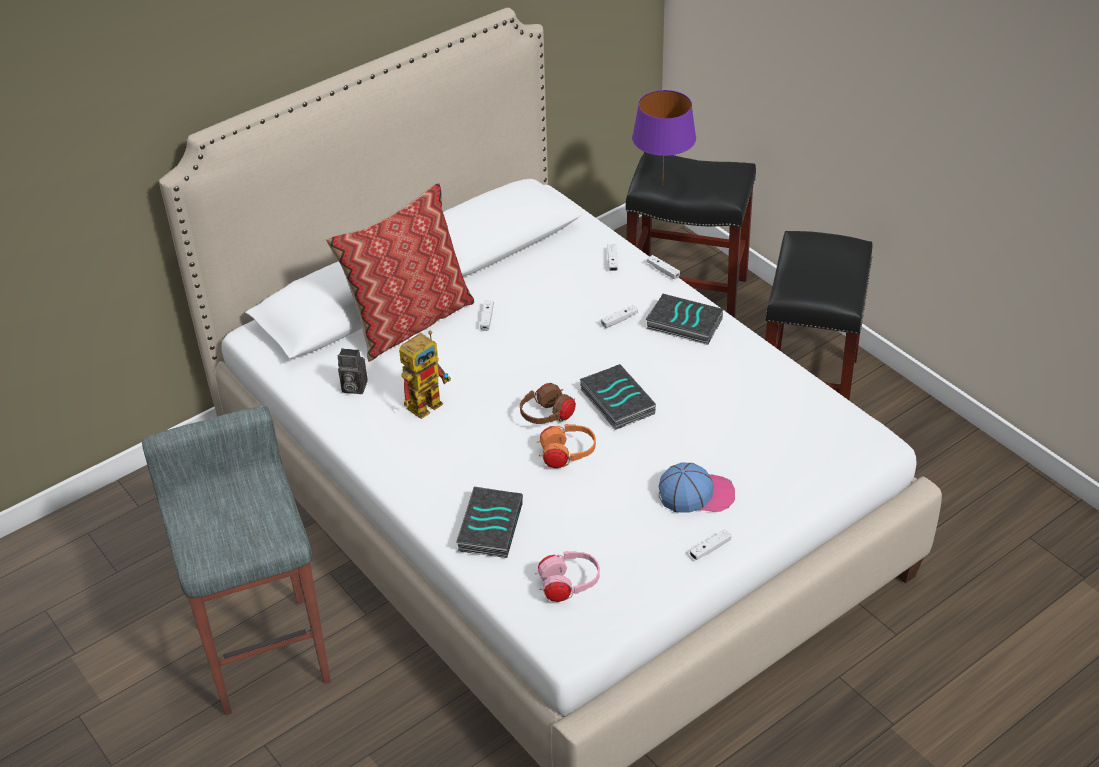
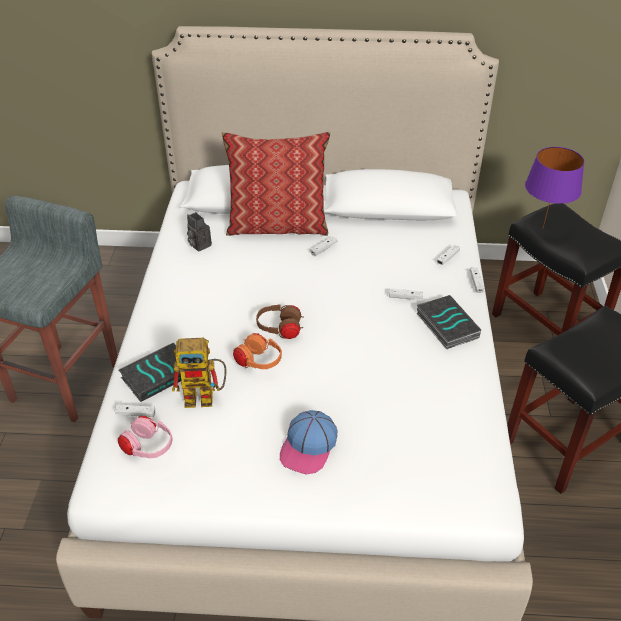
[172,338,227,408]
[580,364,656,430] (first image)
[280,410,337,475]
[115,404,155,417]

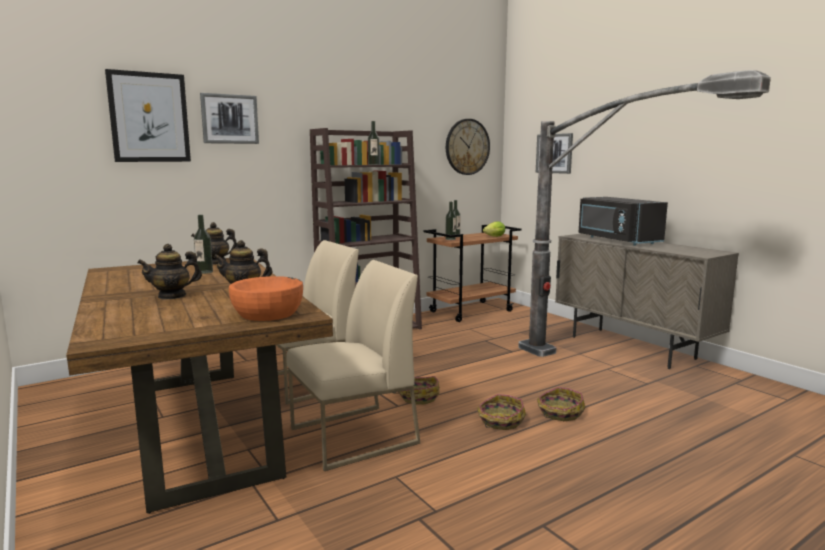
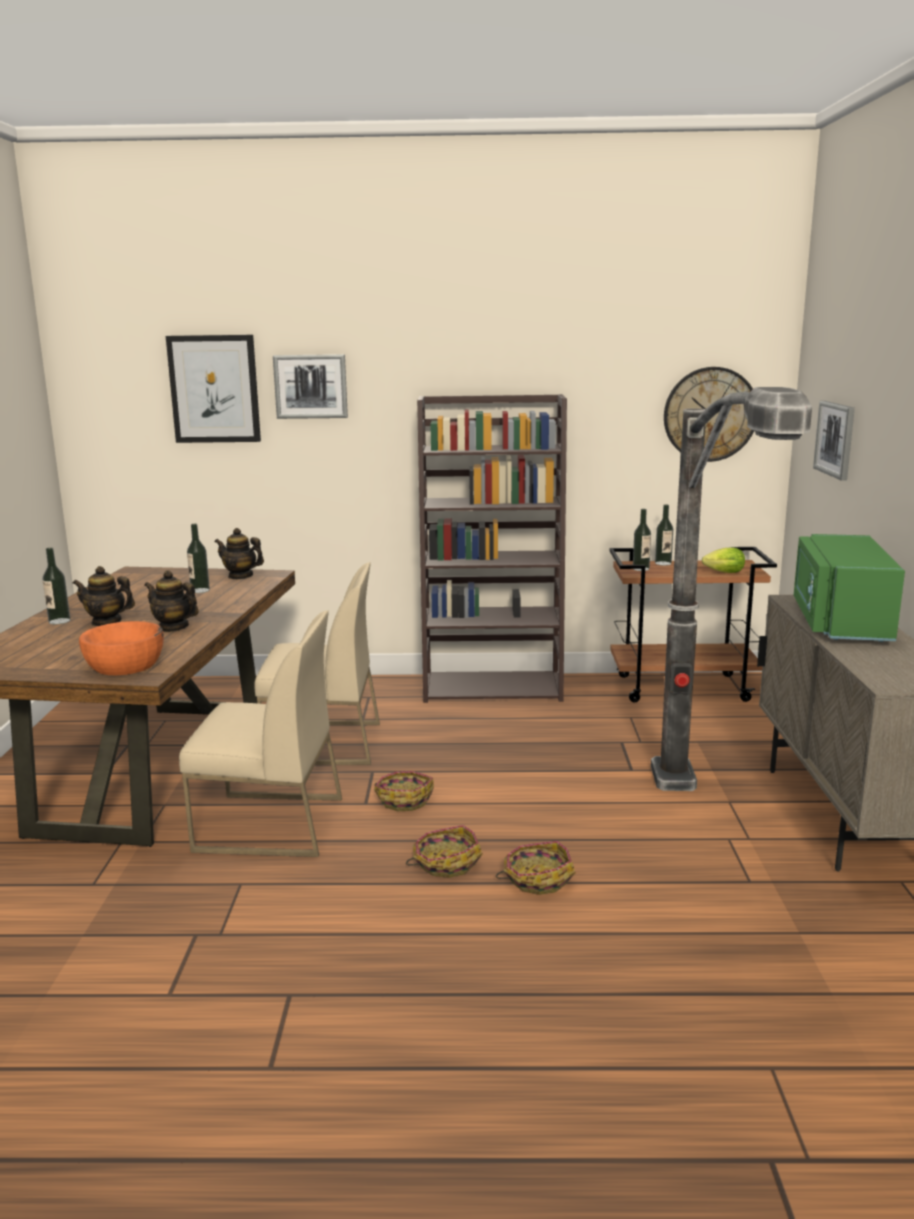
[43,548,71,624]
[794,534,905,642]

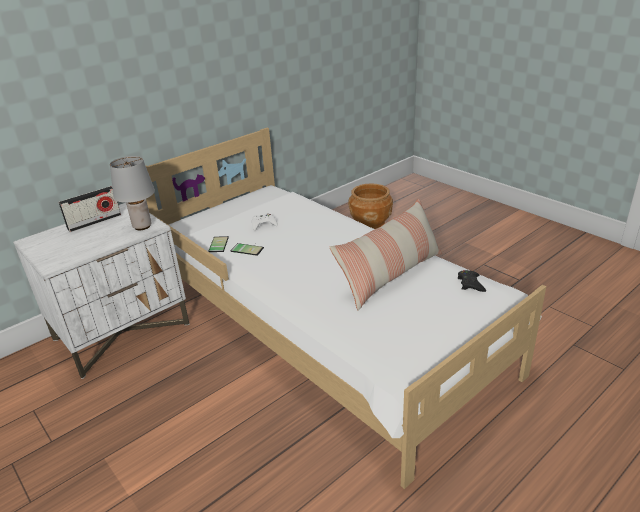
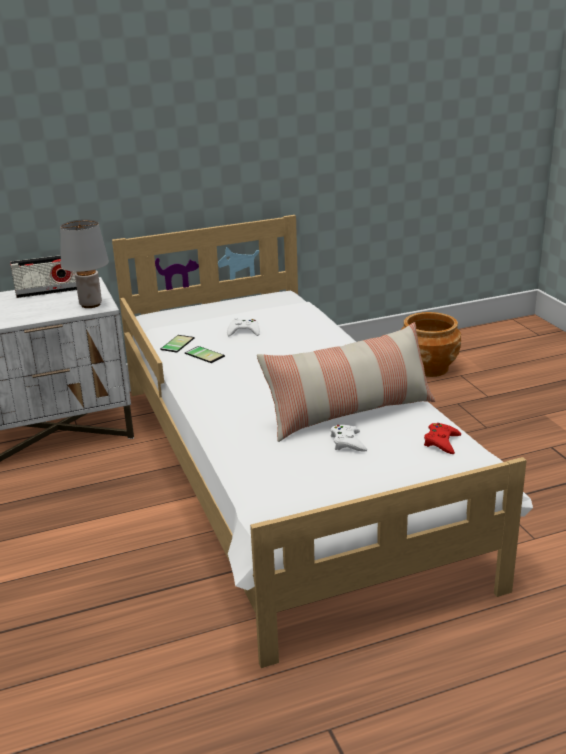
[424,423,461,454]
[330,425,367,452]

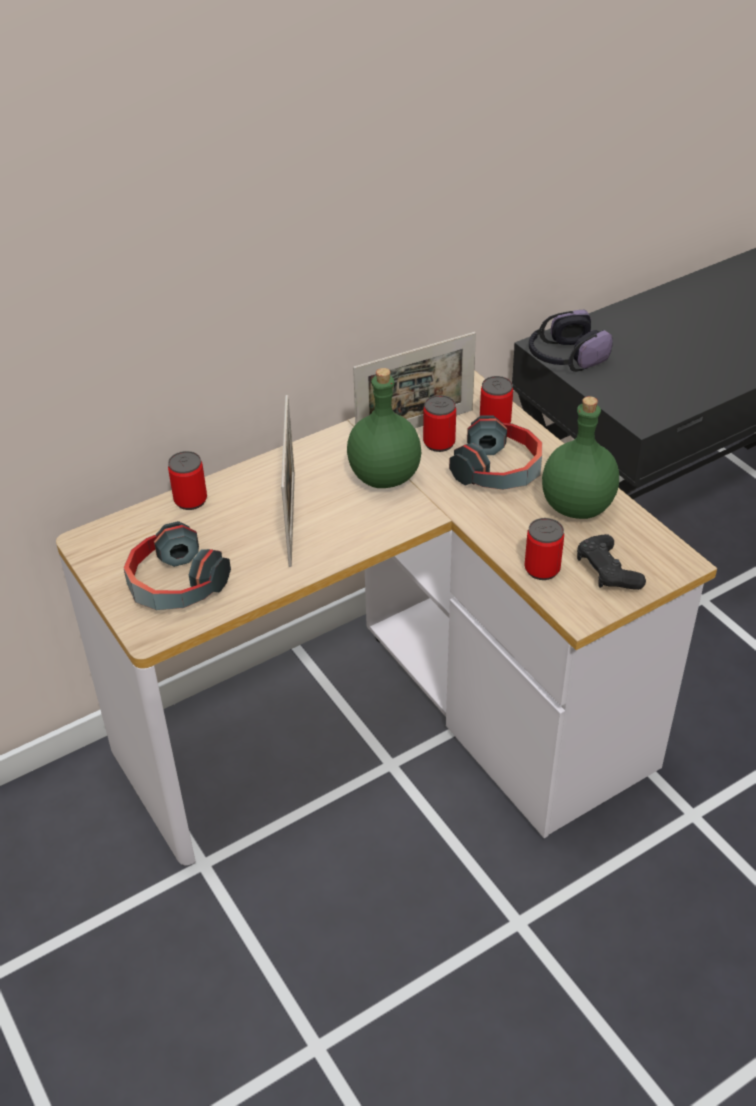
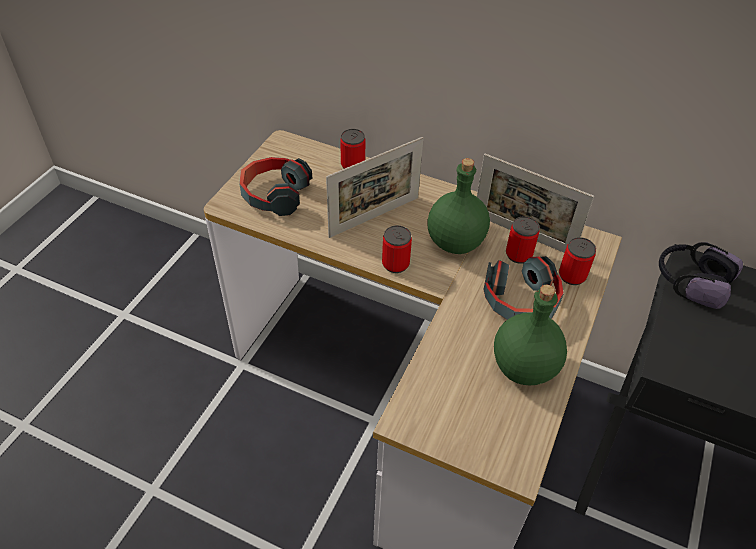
[382,225,412,273]
[577,534,646,590] (first image)

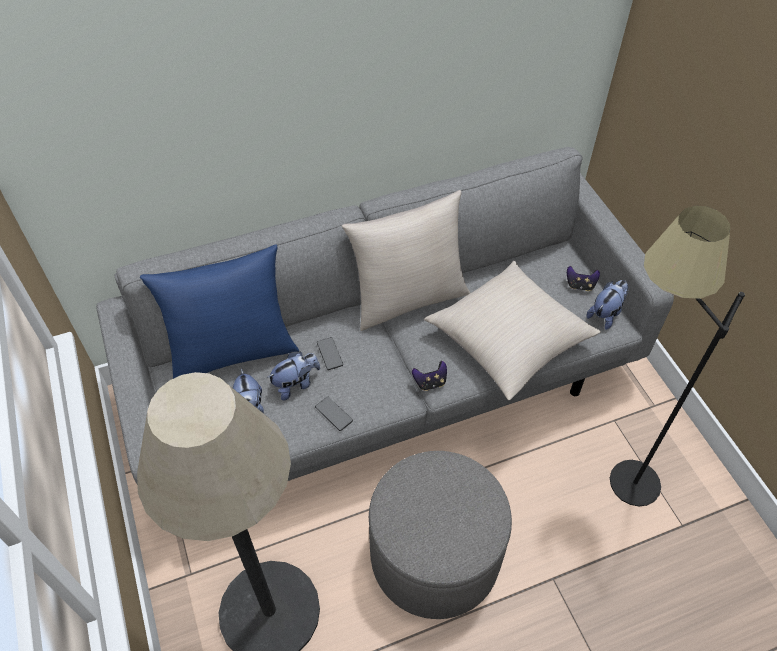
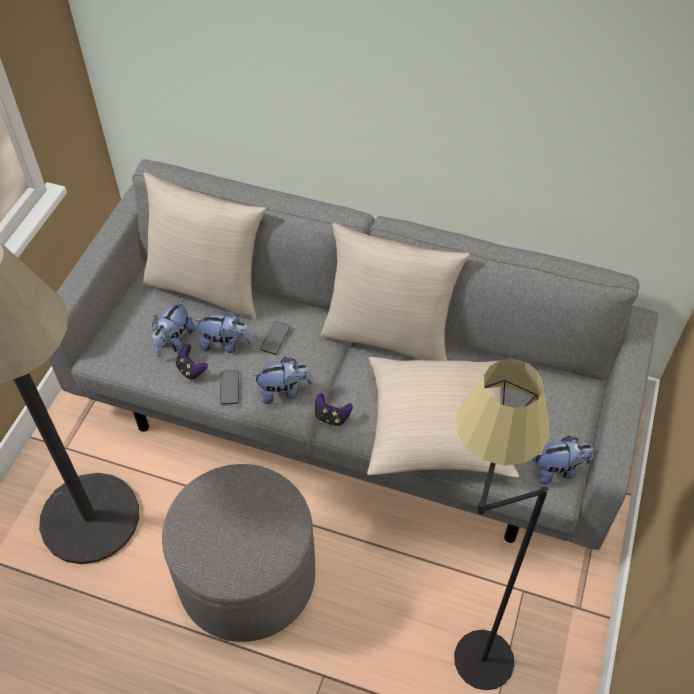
[143,172,266,320]
[176,344,208,380]
[252,357,313,404]

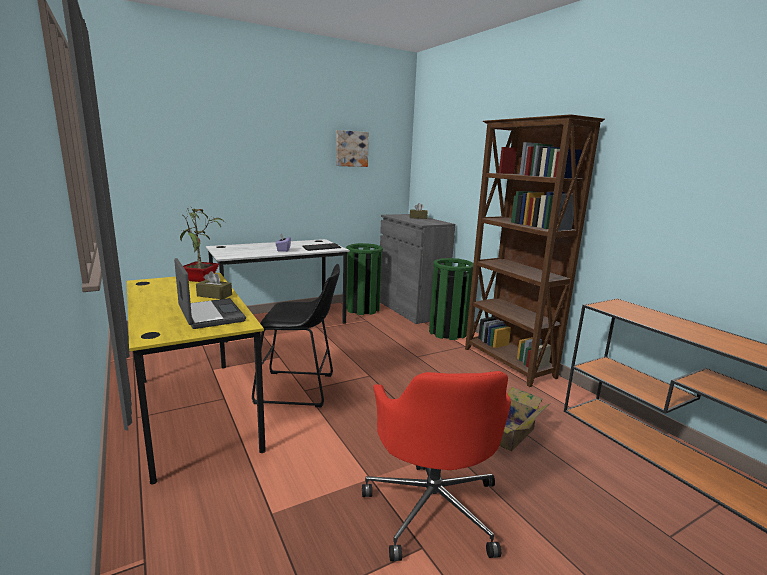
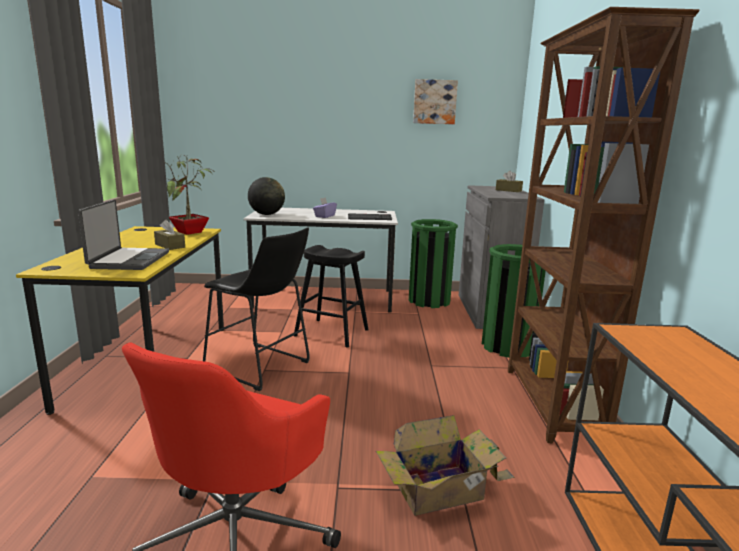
[248,177,285,215]
[294,245,369,348]

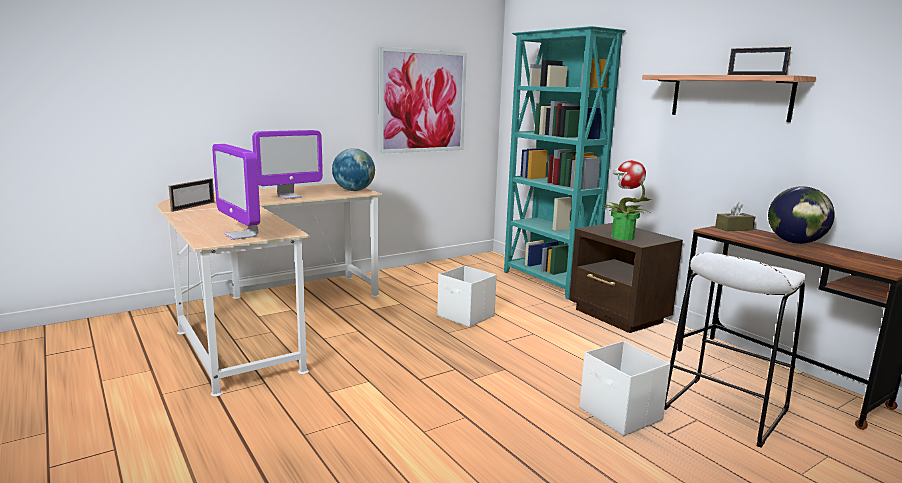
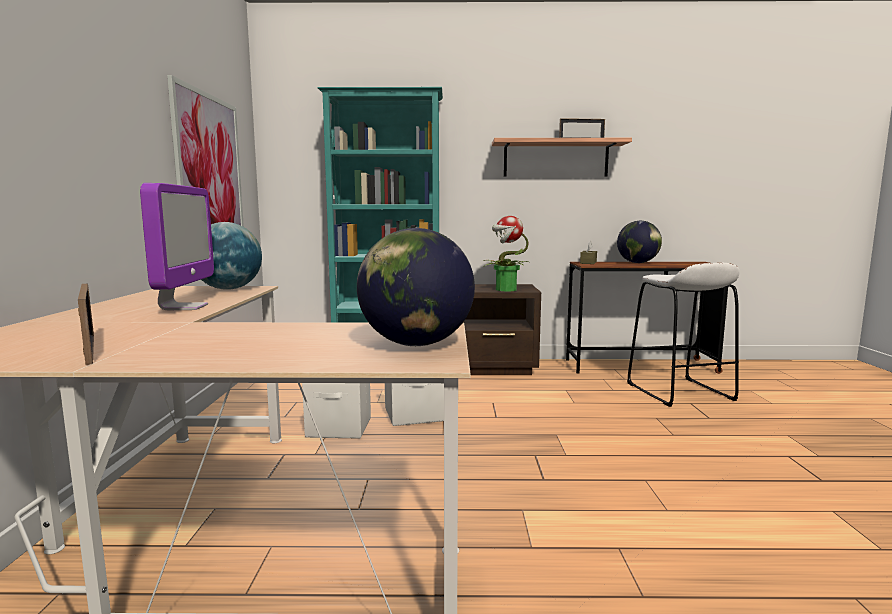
[357,228,475,346]
[302,383,371,439]

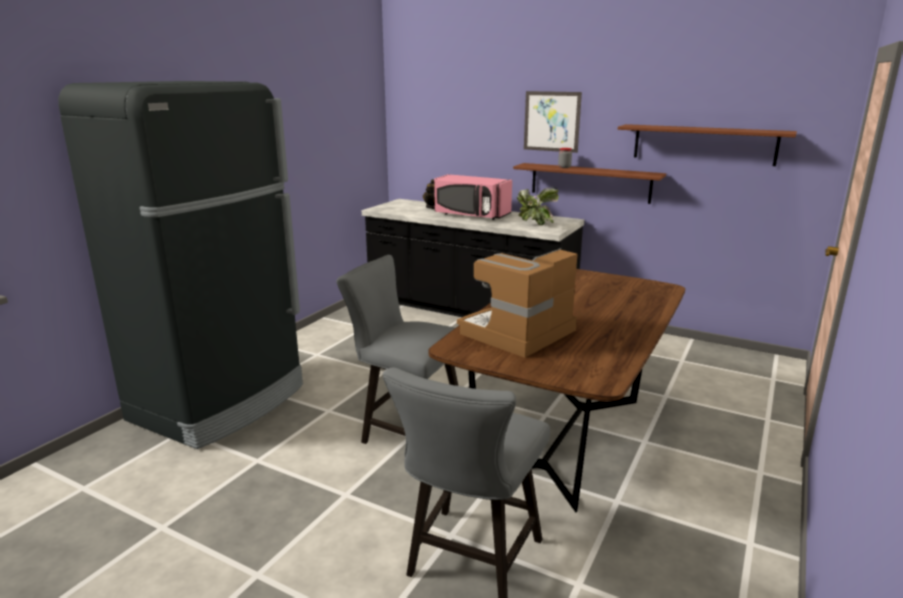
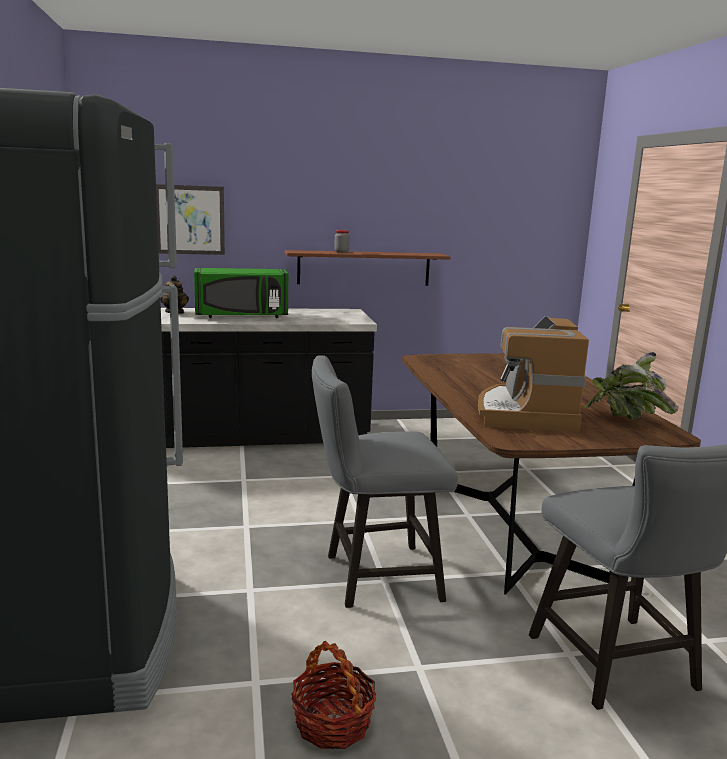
[194,268,288,318]
[582,352,679,420]
[156,184,225,255]
[618,124,797,166] (first image)
[291,641,376,749]

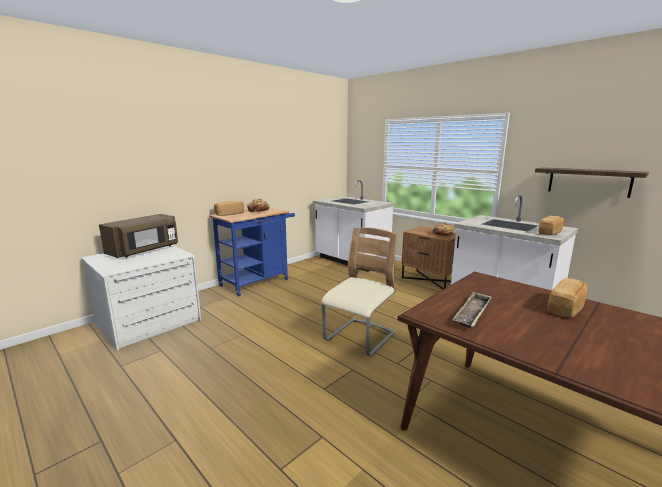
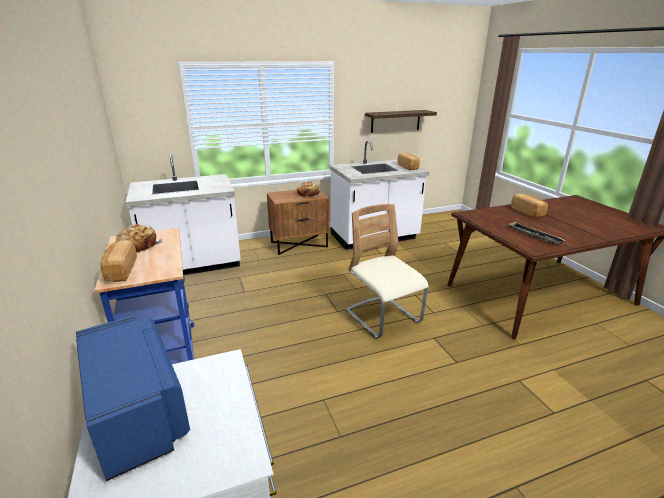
[76,315,190,481]

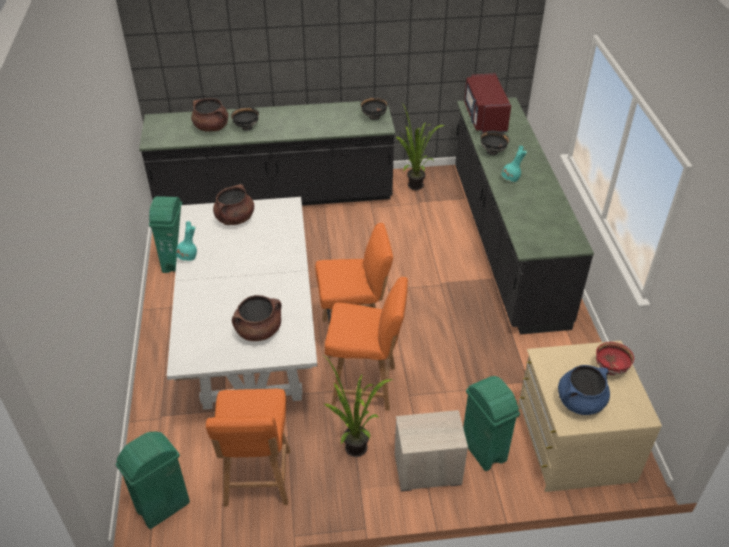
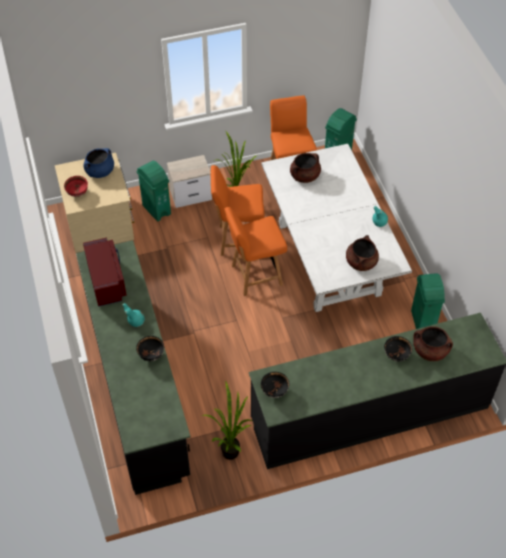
[83,238,126,307]

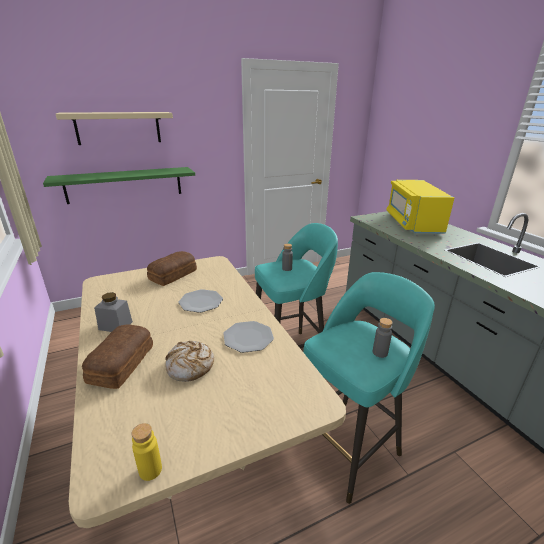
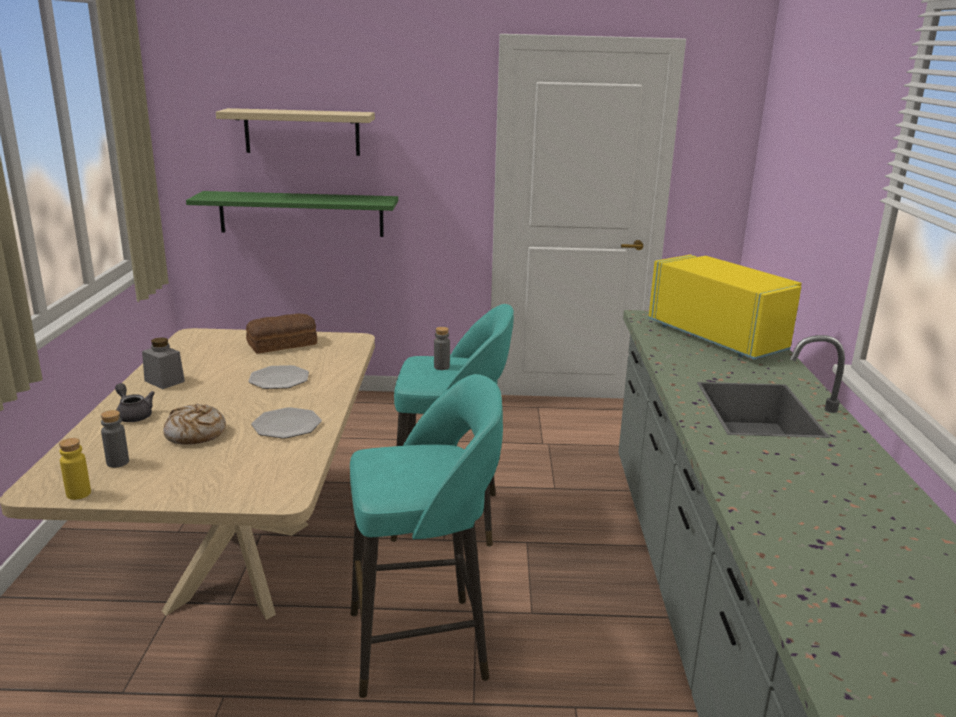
[115,383,155,422]
[101,410,129,468]
[648,255,802,360]

